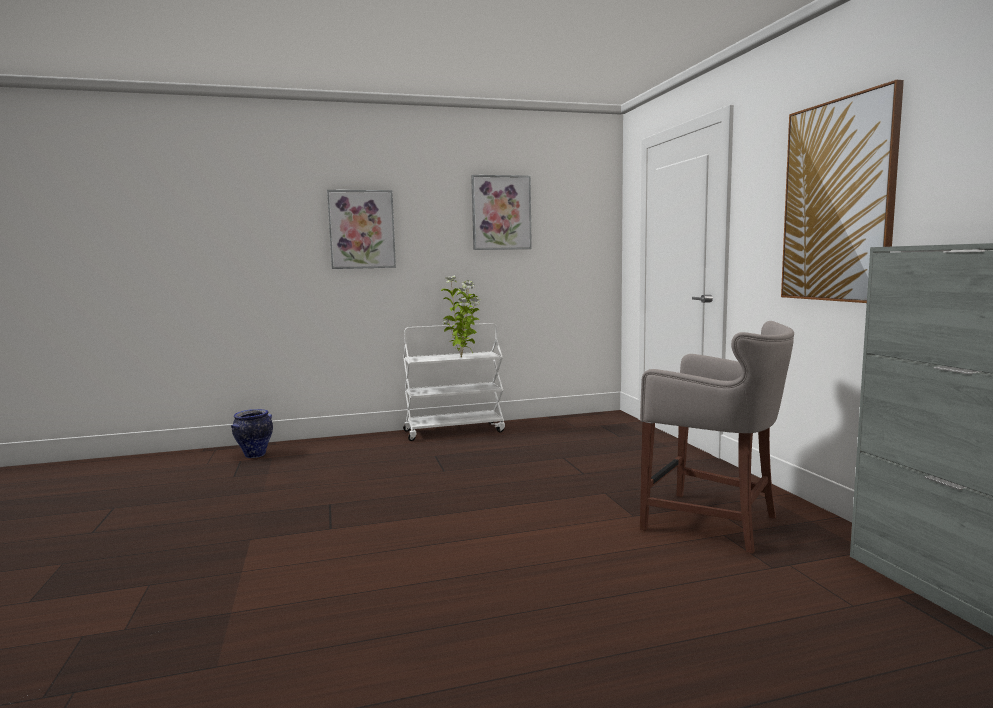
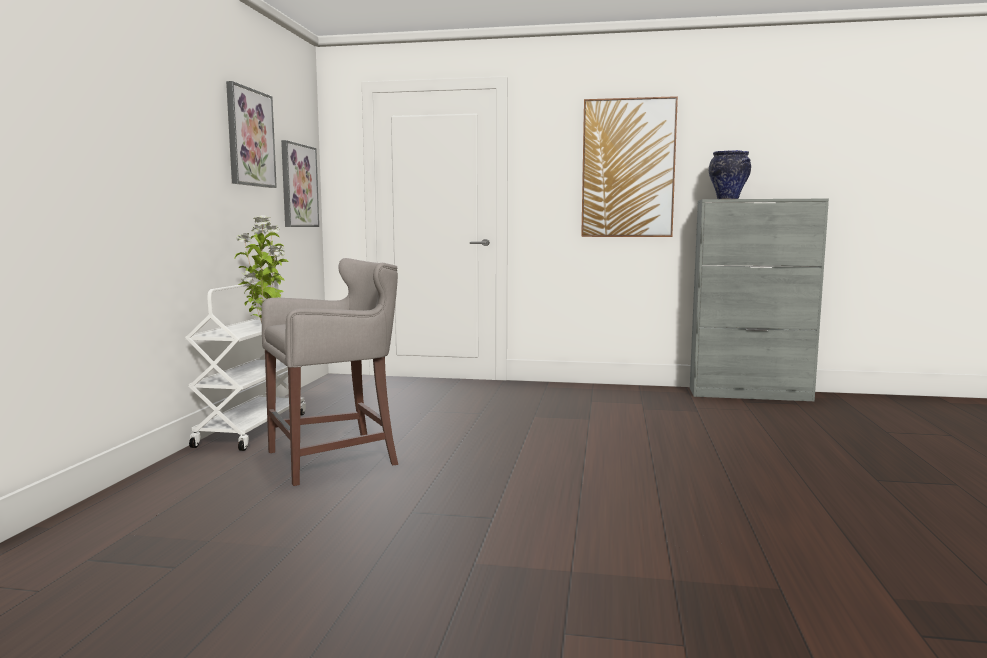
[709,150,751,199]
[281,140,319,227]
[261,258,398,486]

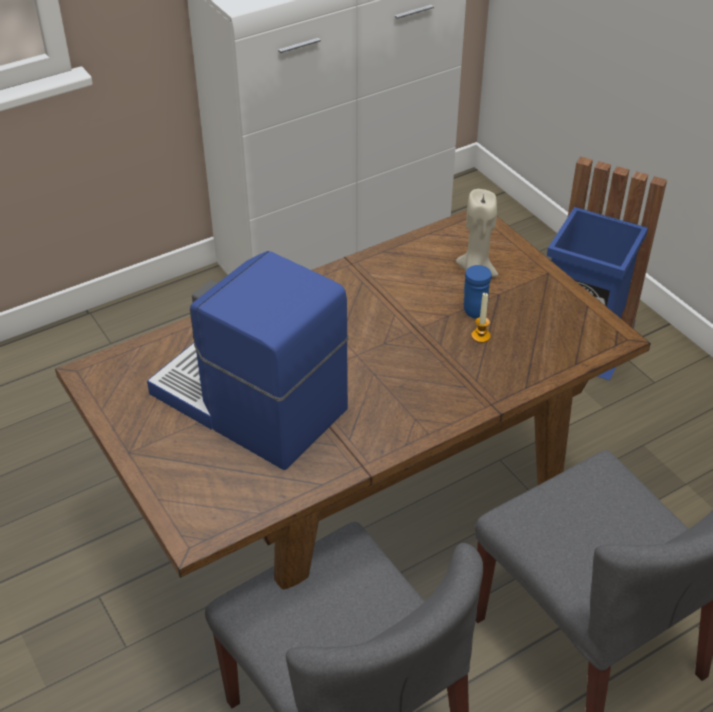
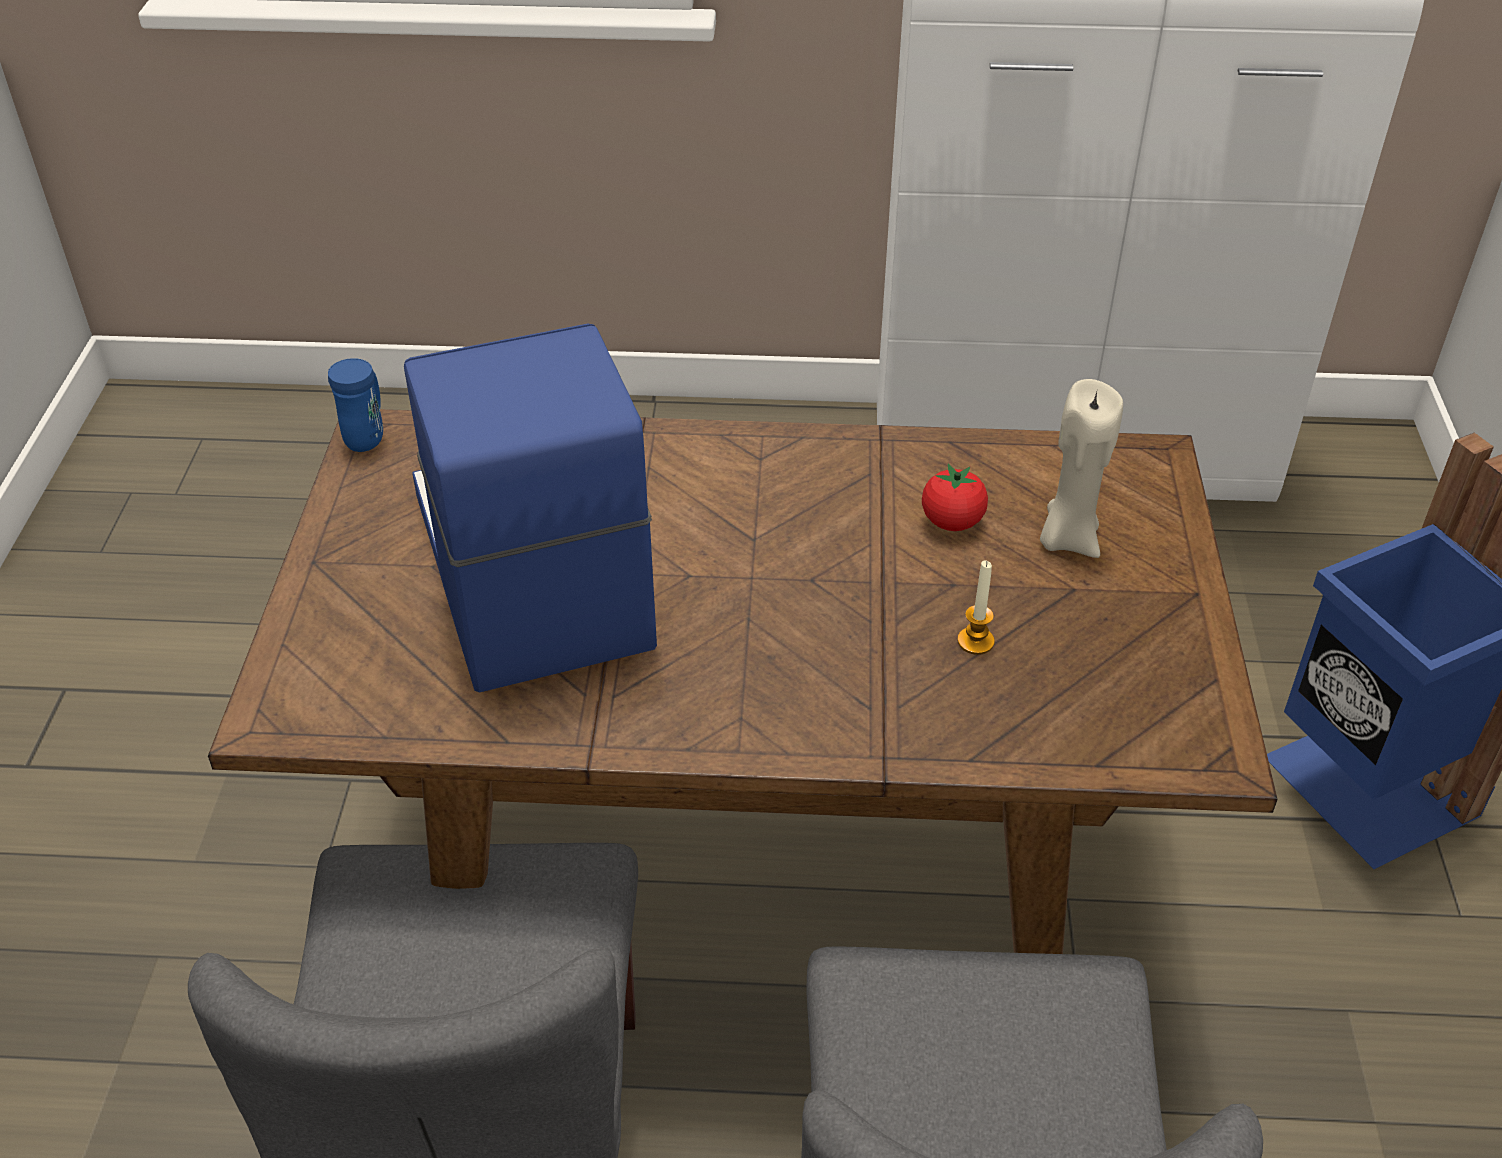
[328,358,383,452]
[922,464,988,531]

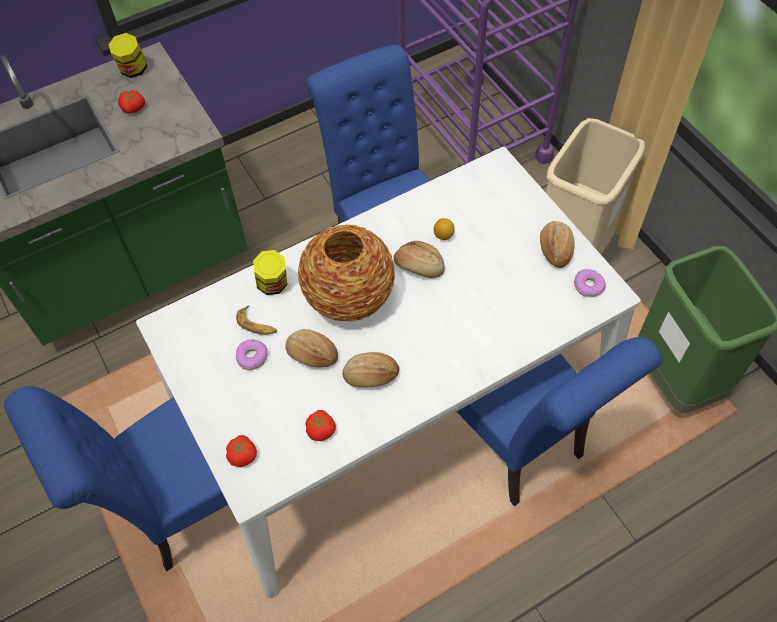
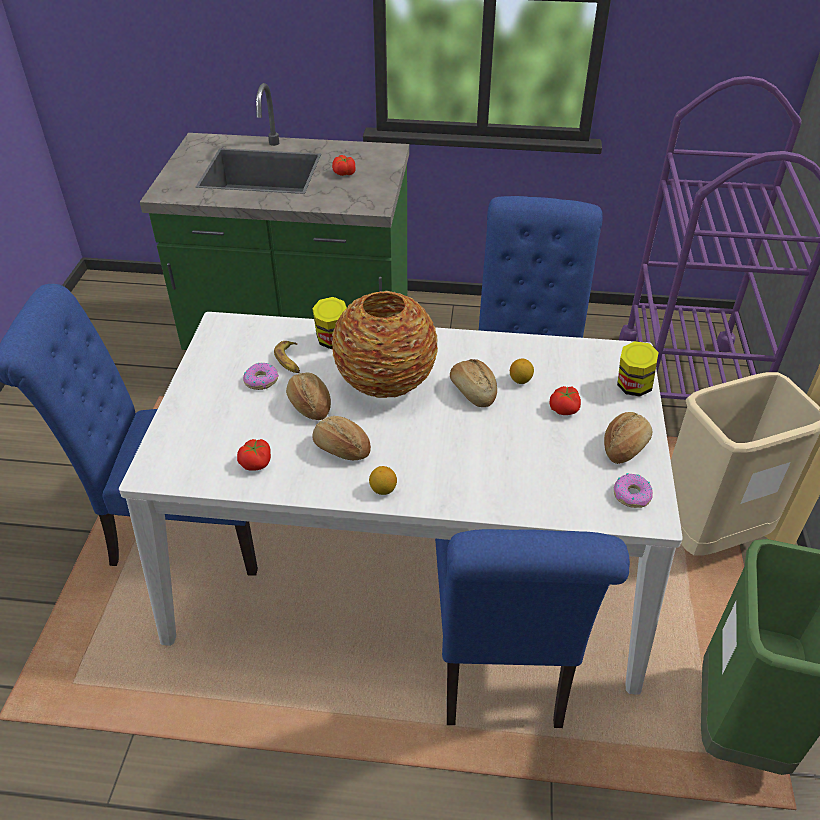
[617,341,659,397]
[550,386,581,415]
[369,466,397,495]

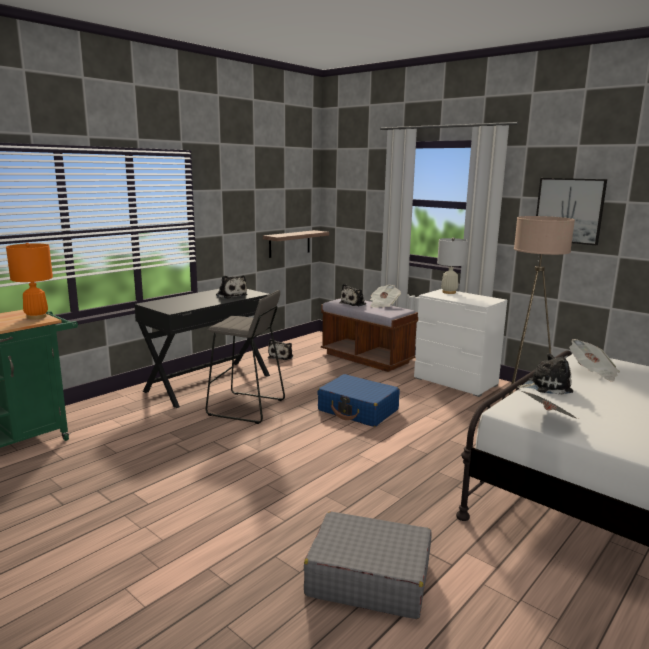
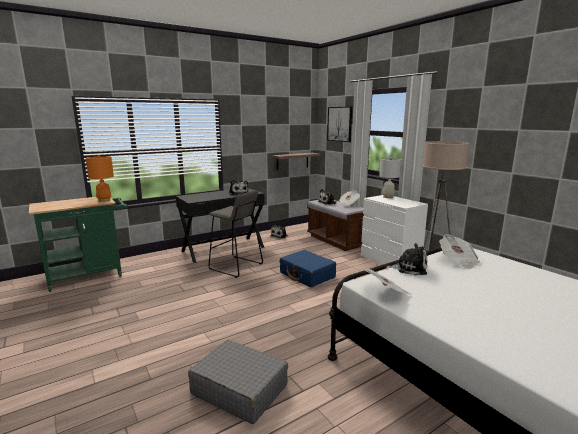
[327,107,352,142]

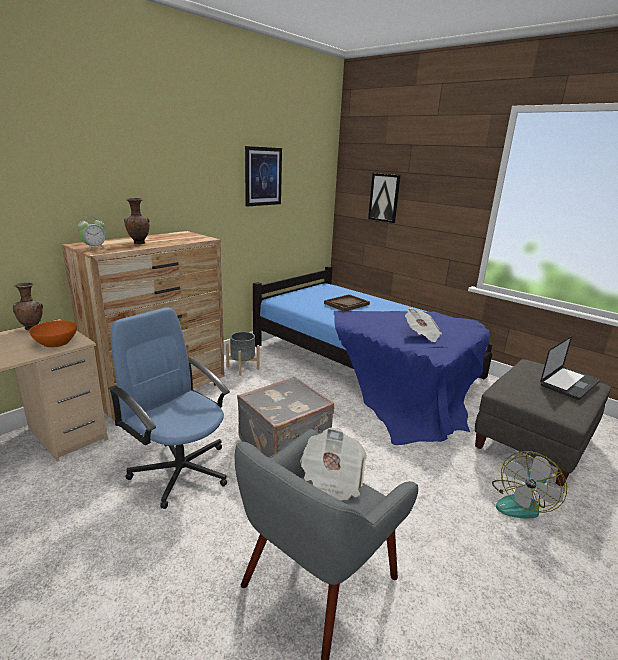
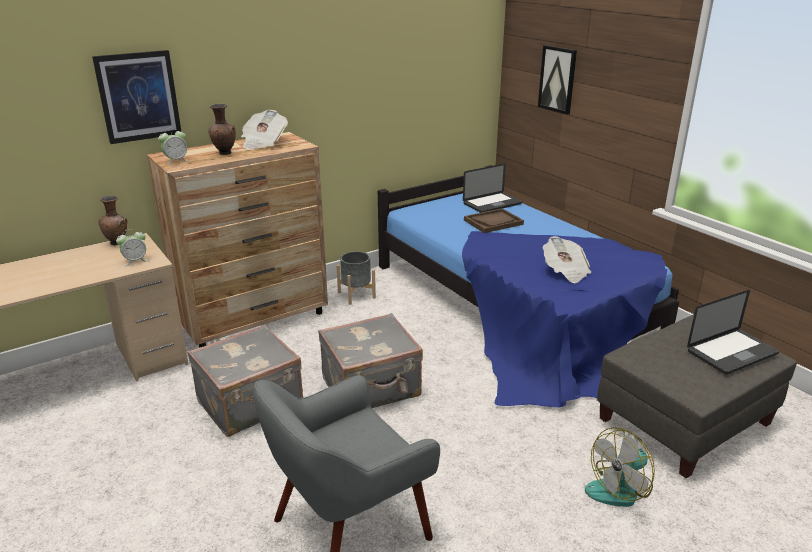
[116,229,148,266]
[187,325,303,437]
[92,50,181,144]
[241,110,288,149]
[463,164,522,213]

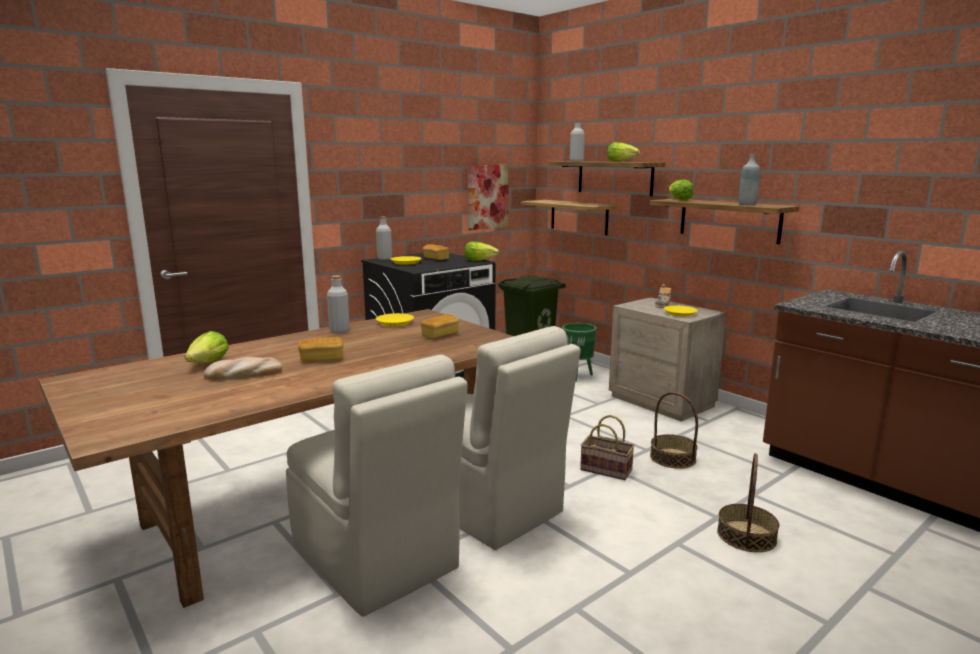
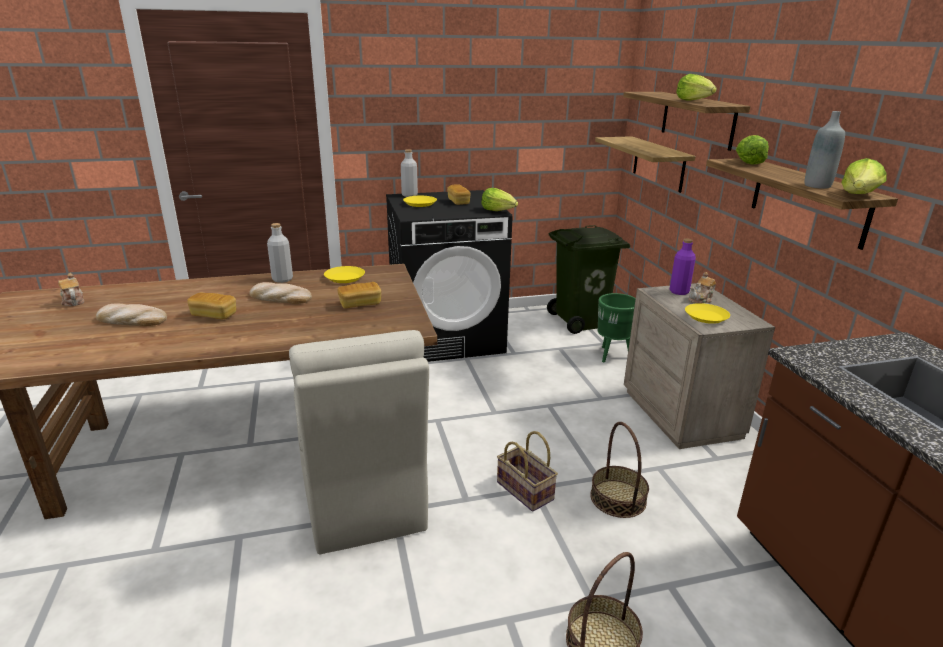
[841,158,886,194]
[286,355,468,617] (first image)
[468,165,508,230] (first image)
[570,121,585,161] (first image)
[58,273,84,306]
[249,282,312,304]
[670,239,696,295]

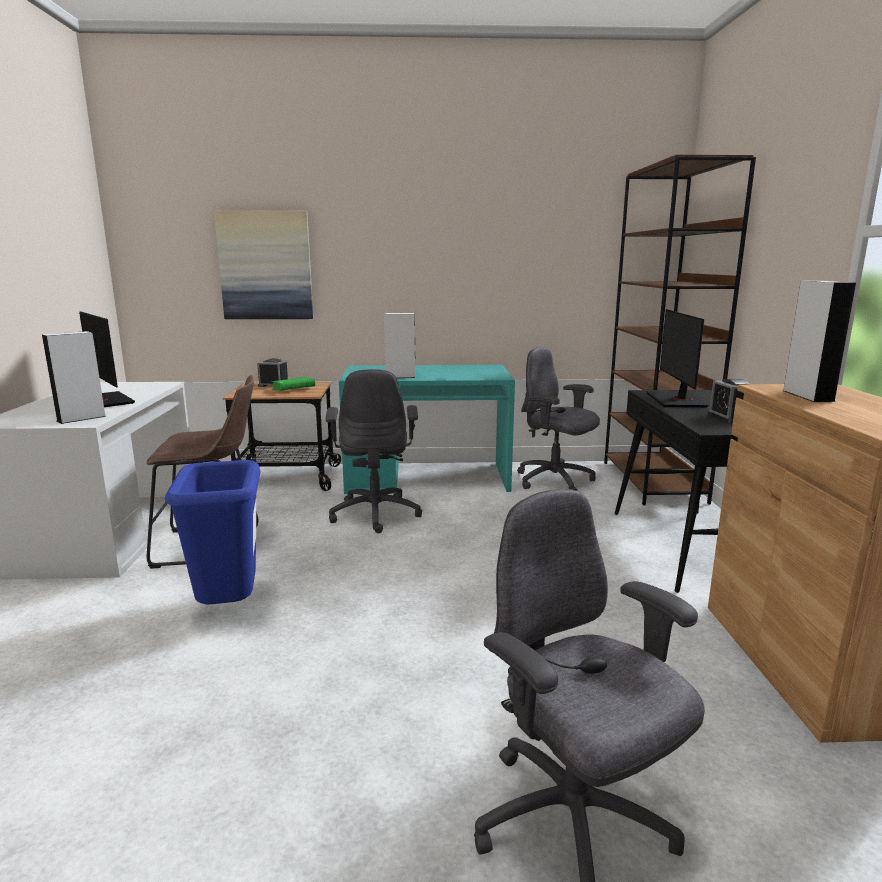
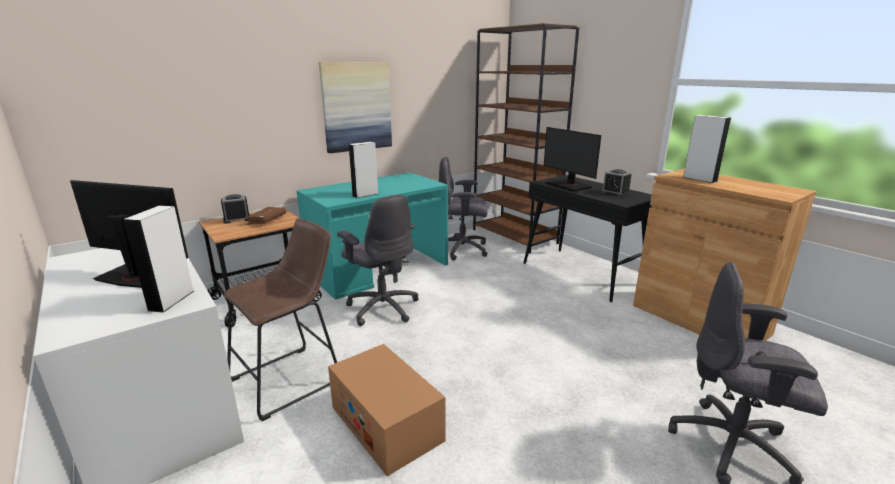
[328,344,446,476]
[319,62,392,153]
[245,207,286,225]

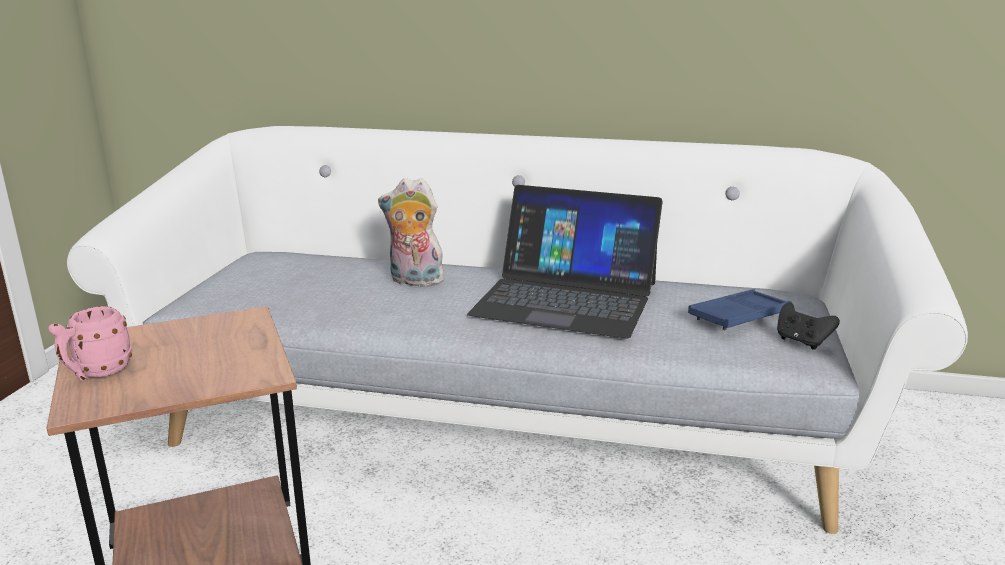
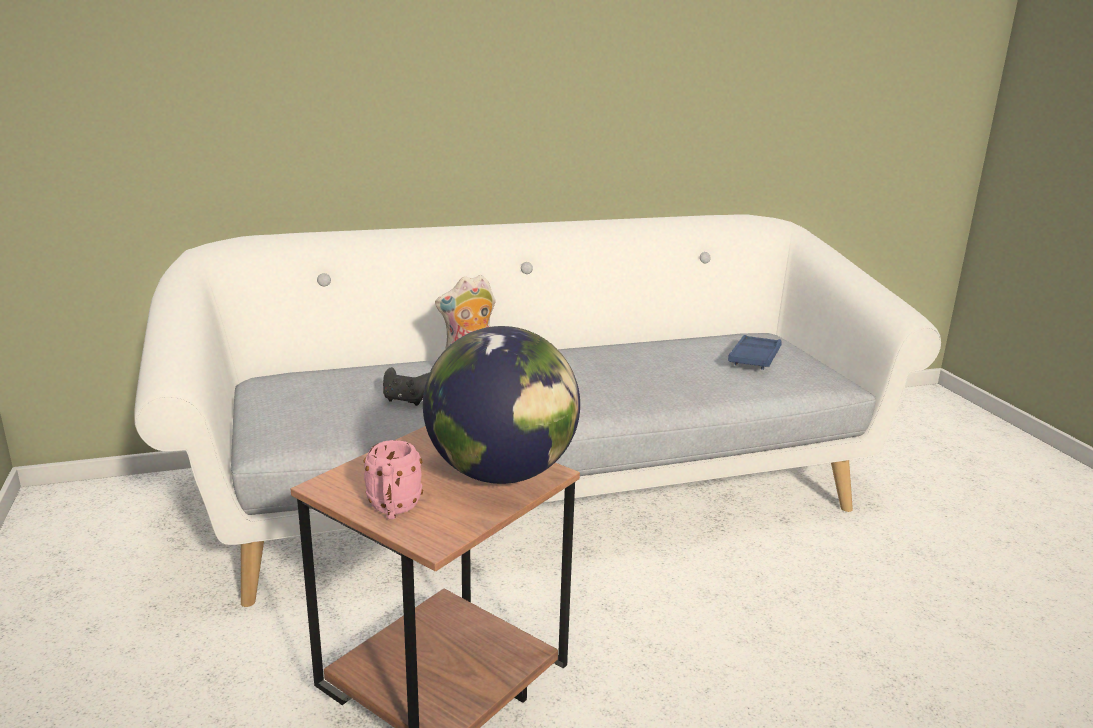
[467,185,663,339] (first image)
[383,367,429,406]
[423,326,580,484]

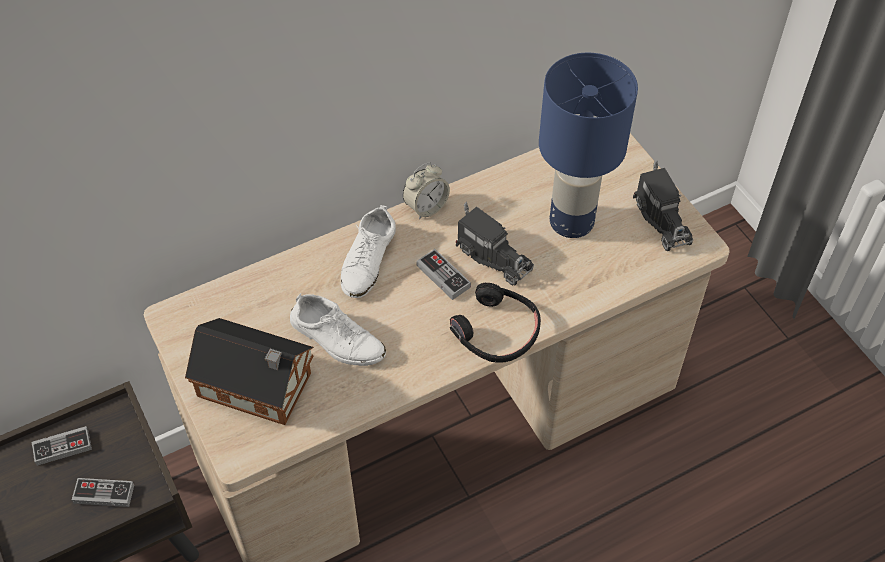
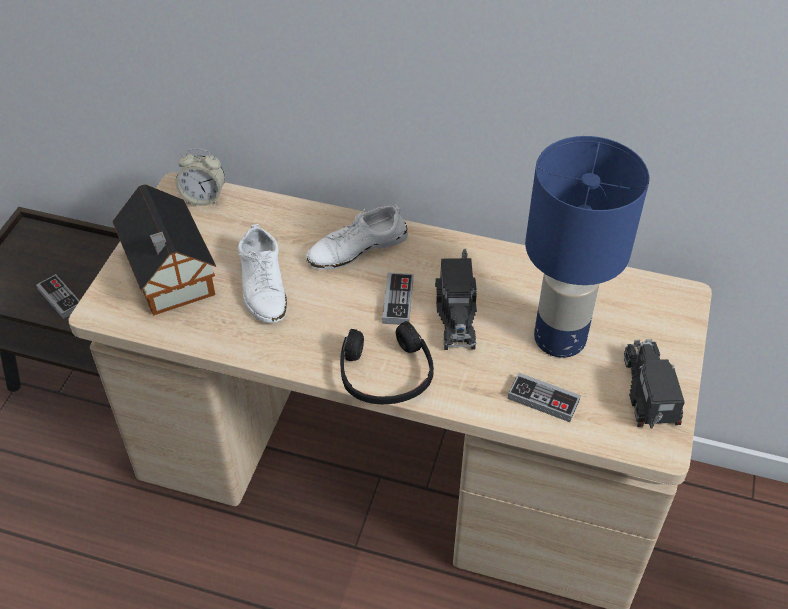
[508,373,581,422]
[175,148,225,206]
[624,339,685,428]

